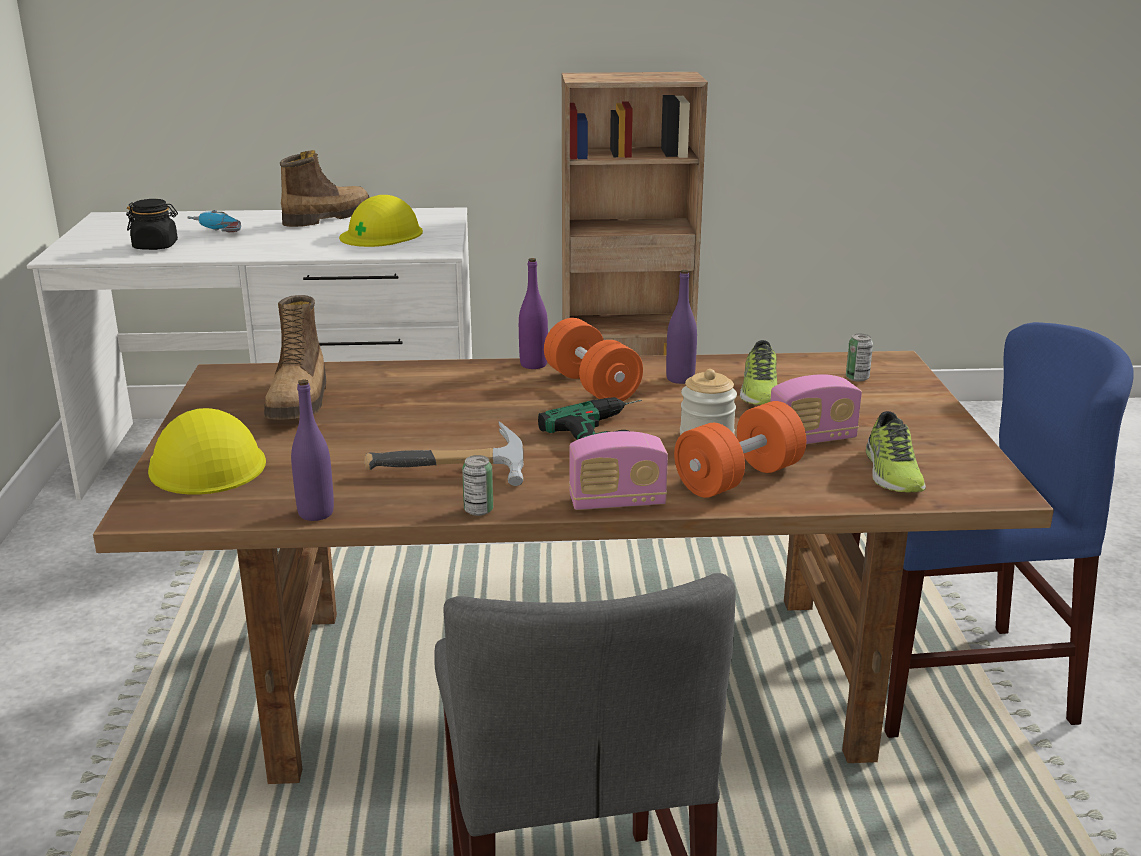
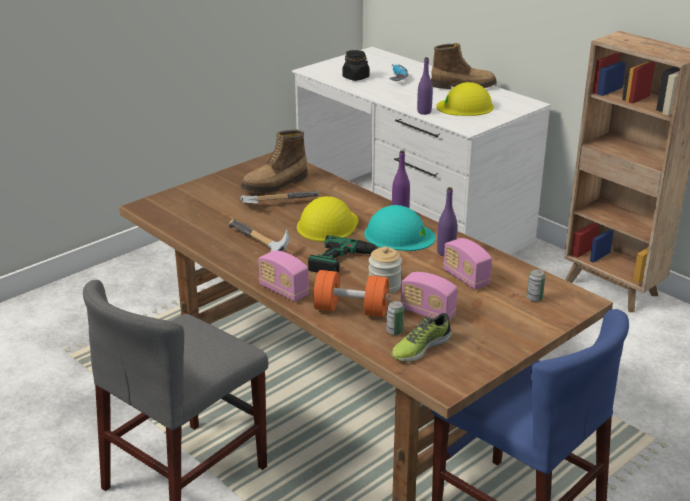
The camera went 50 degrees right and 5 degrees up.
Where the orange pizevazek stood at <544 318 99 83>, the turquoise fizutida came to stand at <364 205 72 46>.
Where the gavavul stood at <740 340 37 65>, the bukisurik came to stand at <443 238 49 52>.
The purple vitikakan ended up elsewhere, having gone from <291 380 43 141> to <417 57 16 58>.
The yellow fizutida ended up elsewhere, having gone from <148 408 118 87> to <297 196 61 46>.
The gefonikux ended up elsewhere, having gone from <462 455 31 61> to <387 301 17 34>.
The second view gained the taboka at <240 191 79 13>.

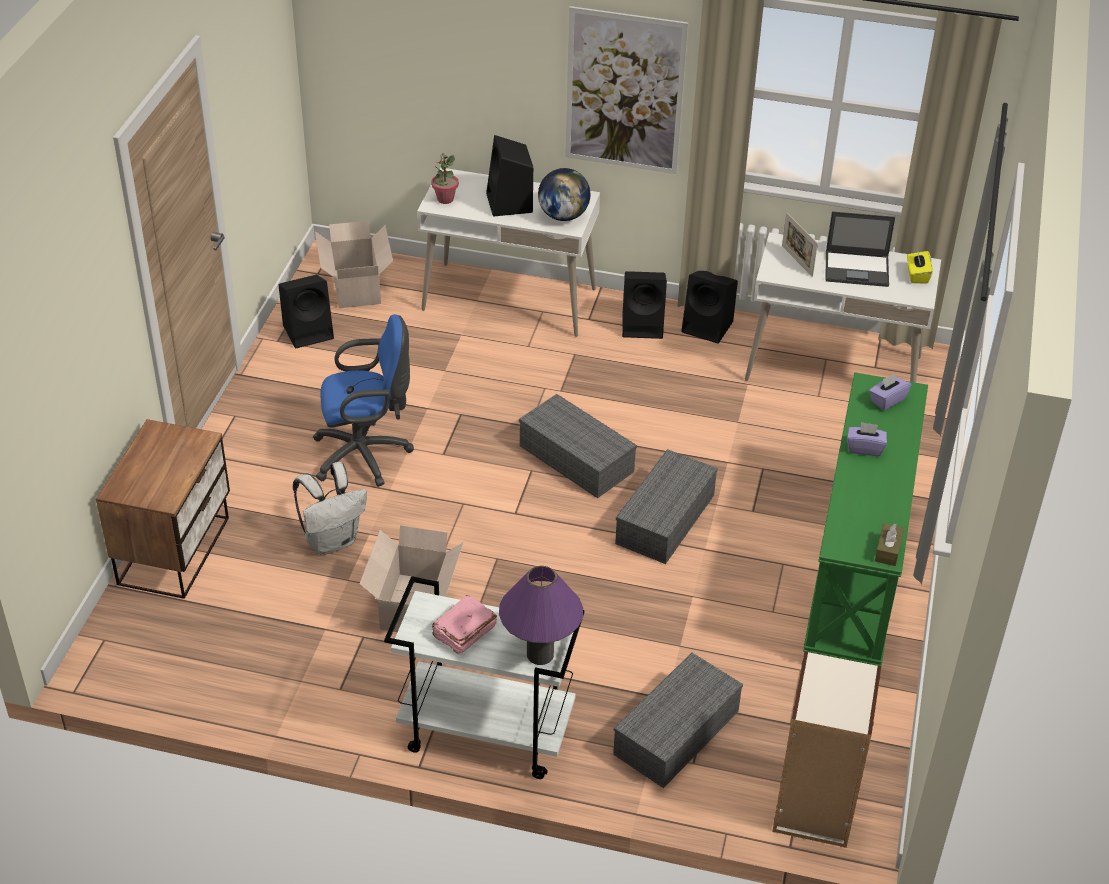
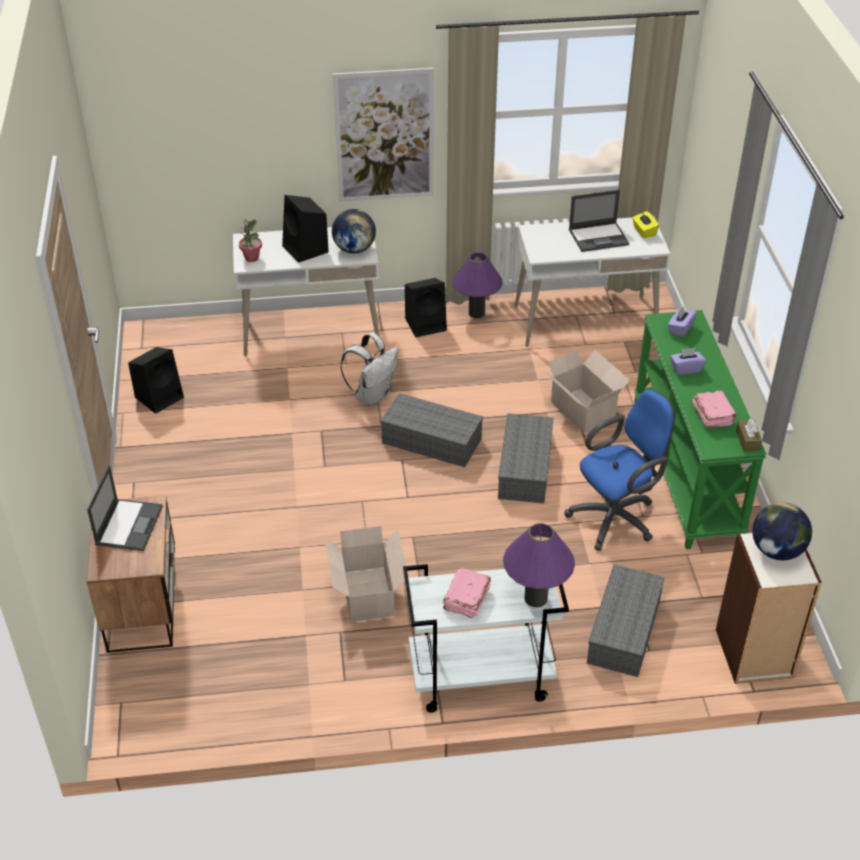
The camera went 20 degrees left and 0 degrees up.
The second view lost the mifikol at <782 213 36 64>.
The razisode ended up elsewhere, having gone from <315 221 78 87> to <544 350 86 84>.
Where the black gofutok stood at <681 271 57 73>, the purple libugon came to stand at <453 253 50 65>.
The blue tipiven ended up elsewhere, having gone from <313 314 101 173> to <565 390 110 161>.
The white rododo ended up elsewhere, having gone from <293 462 74 93> to <340 332 59 74>.
The second view gained the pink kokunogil at <693 390 44 38>.
The second view gained the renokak at <87 465 76 86>.
The second view gained the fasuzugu at <752 502 60 58>.

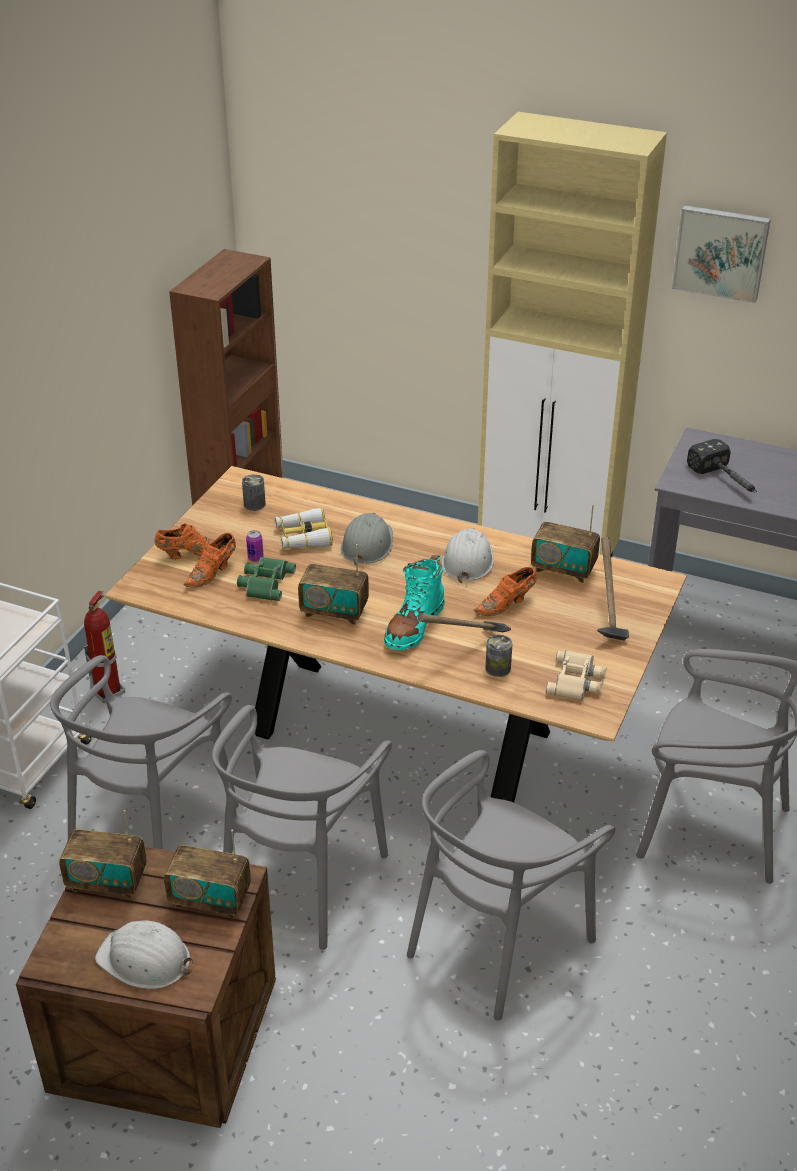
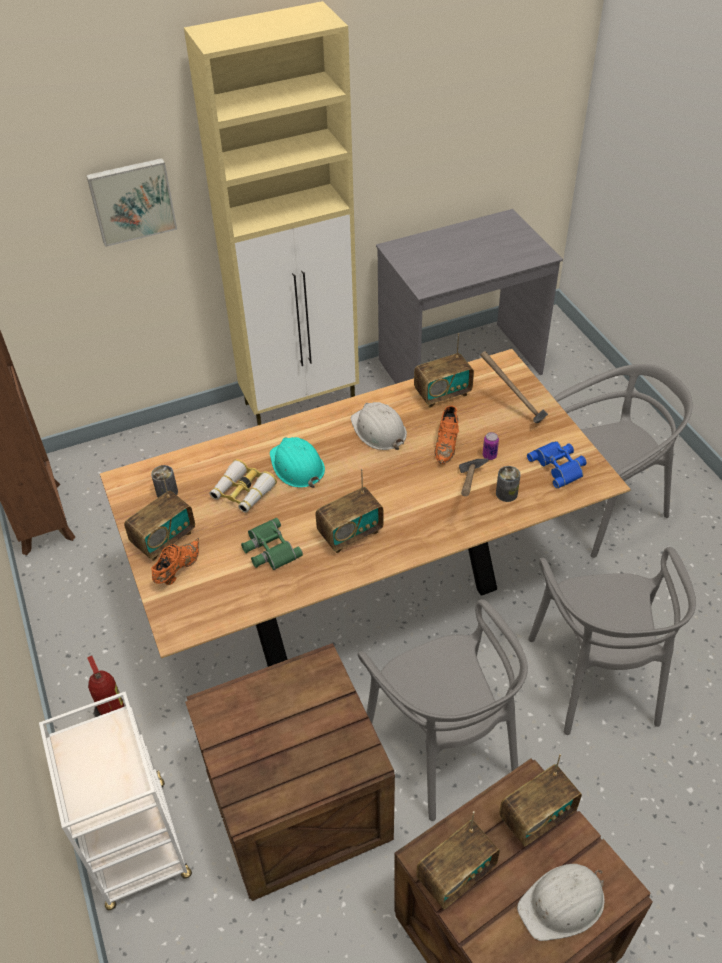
The camera went 45 degrees left and 10 degrees up.
The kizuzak ended up elsewhere, having gone from <672 205 99 98> to <86 158 91 89>.
The second view lost the taboka at <687 439 70 53>.
What was the grey fizutida at <341 513 52 53> turned into the turquoise fizutida at <270 437 55 51>.
The gefonikux ended up elsewhere, having gone from <246 530 18 32> to <483 432 16 28>.
The second view lost the orange gavavul at <184 533 52 55>.
The second view lost the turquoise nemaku at <384 555 61 95>.
What was the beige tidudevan at <546 650 61 51> turned into the blue tidudevan at <527 441 59 47>.
Where the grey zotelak stood at <50 655 189 194>, the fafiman came to stand at <185 643 210 258>.
The second view gained the bukisurik at <124 472 71 89>.

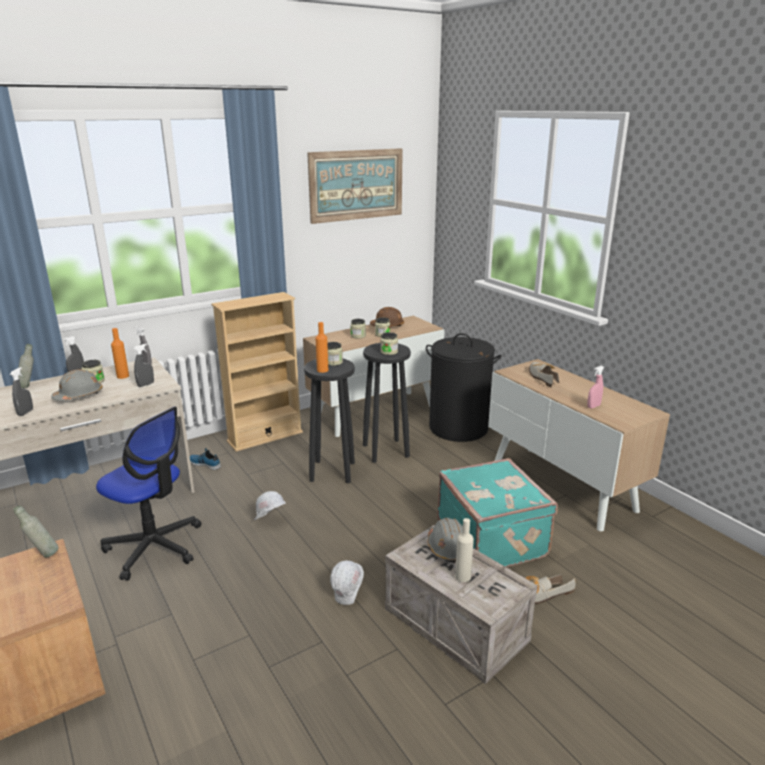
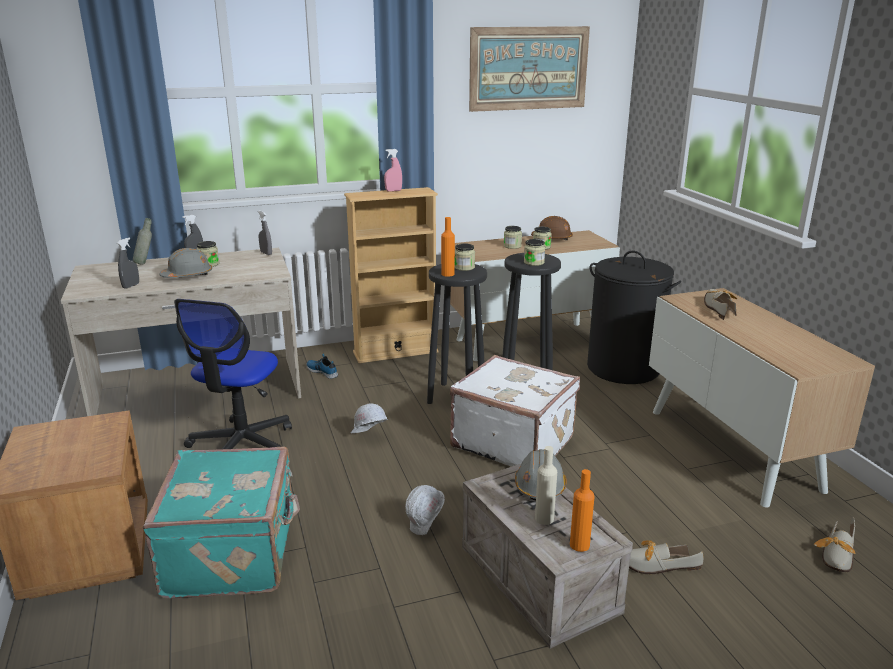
The camera went 15 degrees right and 0 degrees up.
The orange vitikakan ended up elsewhere, having gone from <111 328 18 51> to <570 469 25 83>.
The second view lost the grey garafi at <134 344 20 43>.
The pink garafi ended up elsewhere, having gone from <587 366 17 43> to <384 149 18 43>.
The tipiven at <96 407 106 174> ended up facing another way, 60 degrees clockwise from before.
The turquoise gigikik ended up elsewhere, having gone from <437 458 121 109> to <143 447 157 151>.
The second view lost the grey vitikakan at <14 505 45 52>.
The second view gained the white gigikik at <450 355 130 112>.
The second view gained the gavavul at <814 517 42 55>.

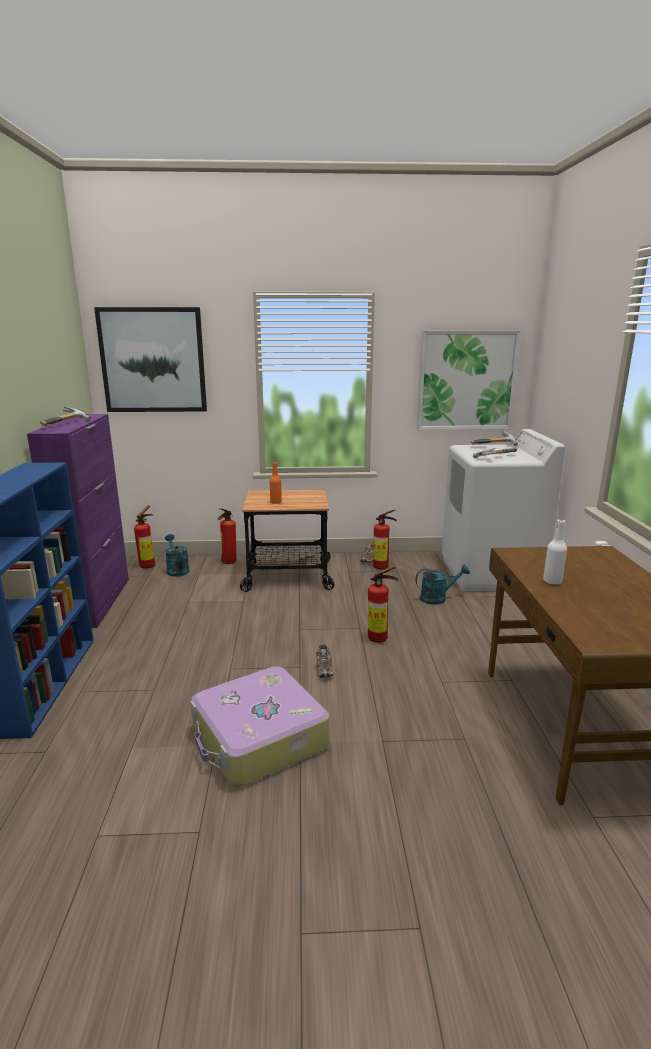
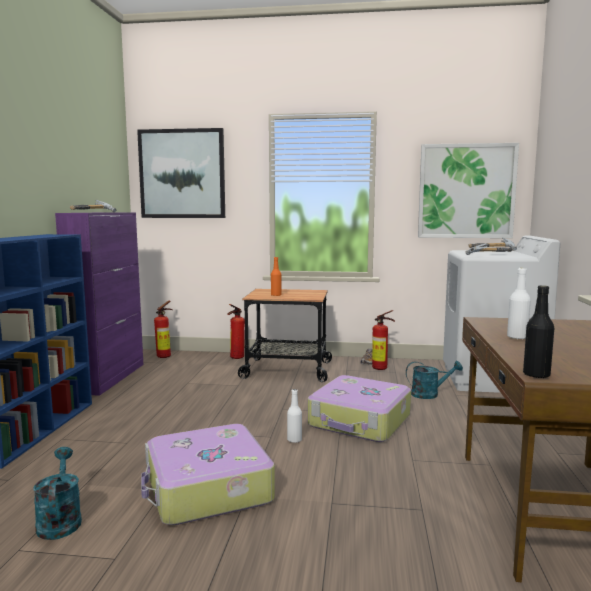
The camera went 10 degrees right and 10 degrees down.
The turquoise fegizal ended up elsewhere, having gone from <165 534 24 43> to <33 447 49 93>.
Where the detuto stood at <368 565 30 78>, the gigikik came to stand at <308 375 103 67>.
Where the gavavul stood at <316 643 18 36>, the white vitikakan came to stand at <287 389 15 54>.
The second view gained the black vitikakan at <523 285 31 93>.

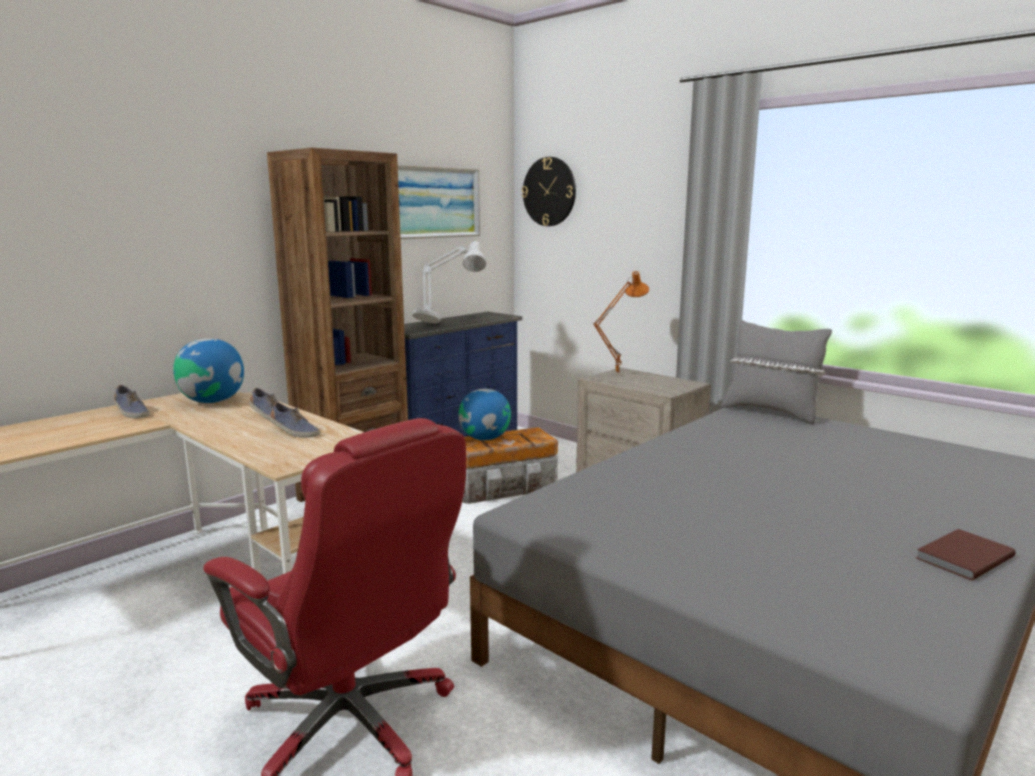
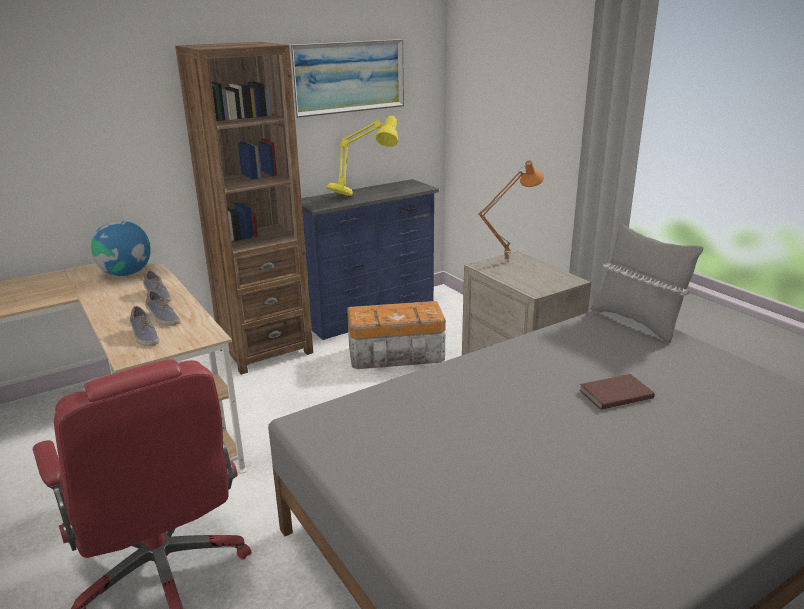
The camera went 15 degrees right and 10 degrees up.
The second view lost the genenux at <522 157 54 69>.
What was the grey libugon at <412 241 74 82> turned into the yellow libugon at <326 116 72 80>.
The gavavul ended up elsewhere, having gone from <113 385 37 33> to <130 306 29 40>.
The second view lost the fasuzugu at <459 389 52 51>.
The brown kokunogil ended up elsewhere, having gone from <916 529 100 52> to <579 374 76 36>.

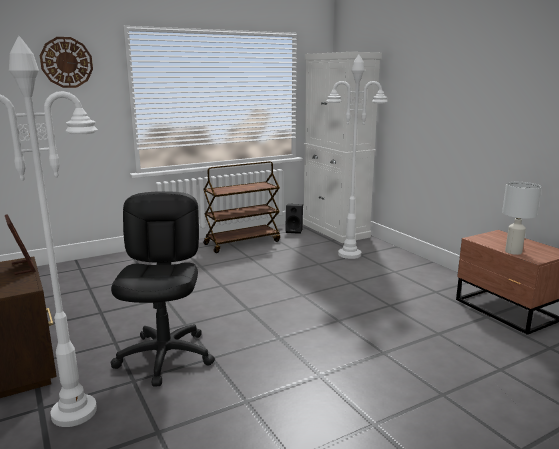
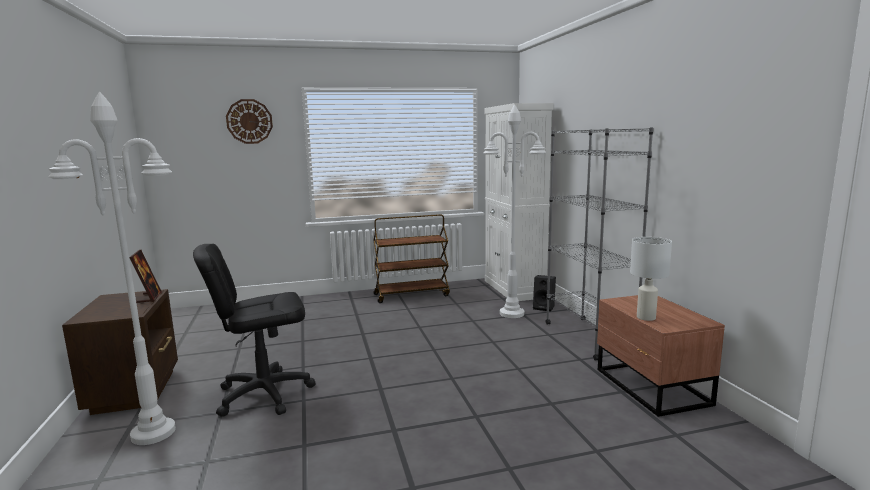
The camera went 15 degrees right and 5 degrees down.
The black tipiven at <111 191 104 196> ended up facing another way, 120 degrees counterclockwise from before.
The black gofutok ended up elsewhere, having gone from <285 204 18 30> to <533 275 23 37>.
The second view gained the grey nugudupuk at <546 127 108 234>.

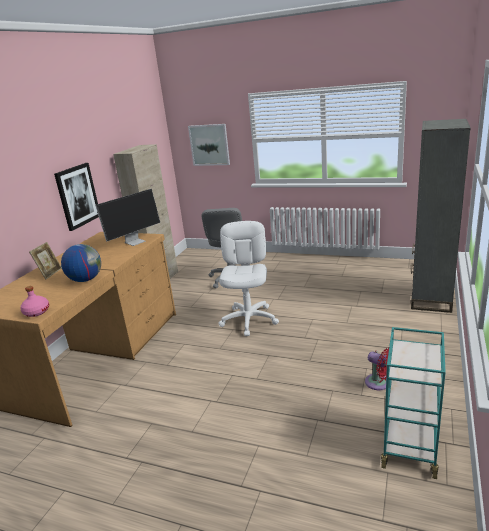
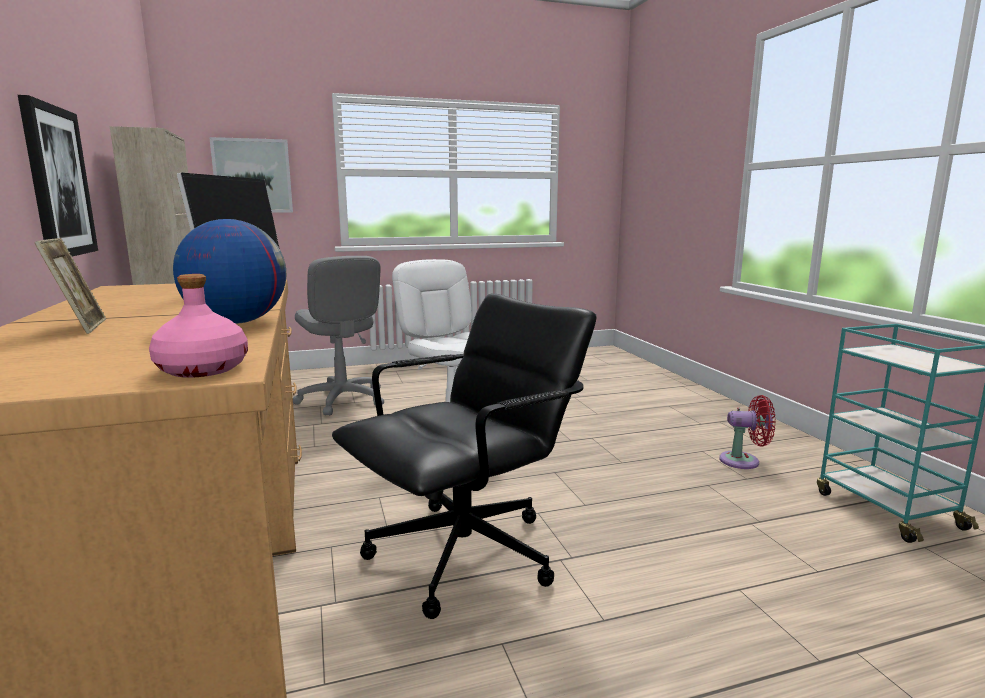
The camera went 40 degrees left and 10 degrees down.
The second view lost the grey nugudupuk at <411 119 60 194>.
The second view gained the black tipiven at <332 294 264 325>.

